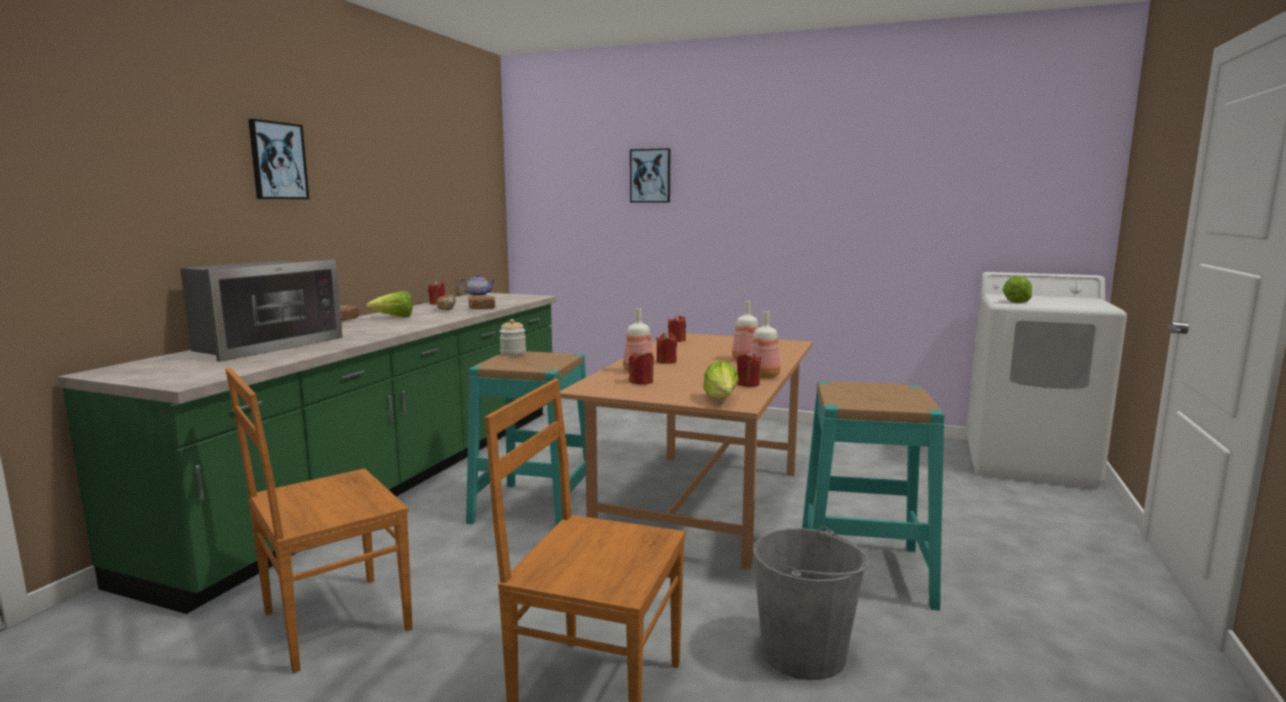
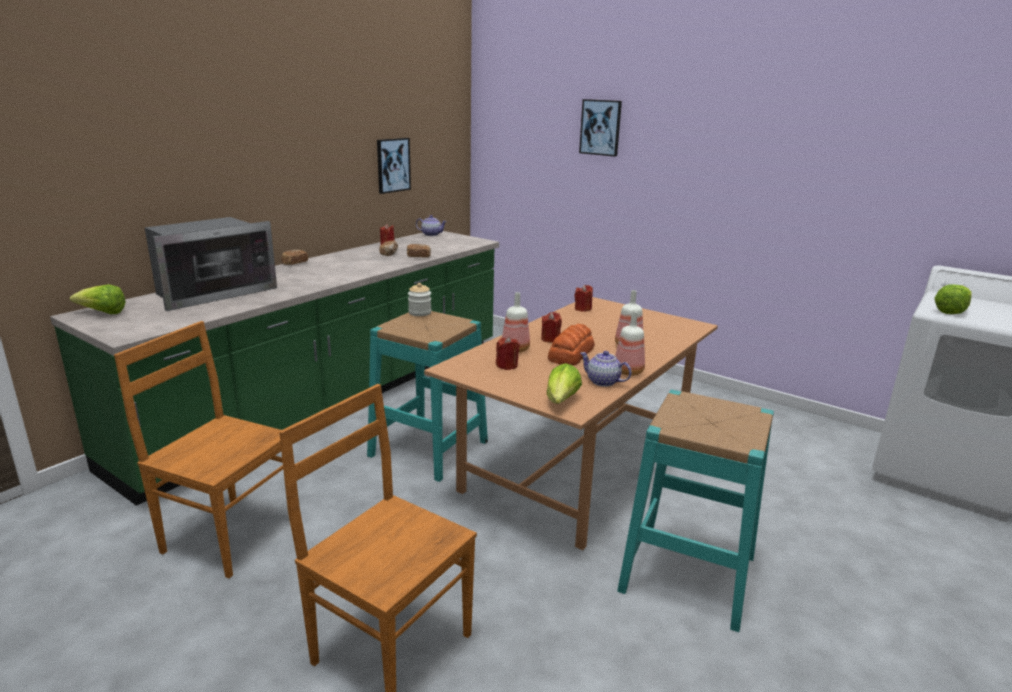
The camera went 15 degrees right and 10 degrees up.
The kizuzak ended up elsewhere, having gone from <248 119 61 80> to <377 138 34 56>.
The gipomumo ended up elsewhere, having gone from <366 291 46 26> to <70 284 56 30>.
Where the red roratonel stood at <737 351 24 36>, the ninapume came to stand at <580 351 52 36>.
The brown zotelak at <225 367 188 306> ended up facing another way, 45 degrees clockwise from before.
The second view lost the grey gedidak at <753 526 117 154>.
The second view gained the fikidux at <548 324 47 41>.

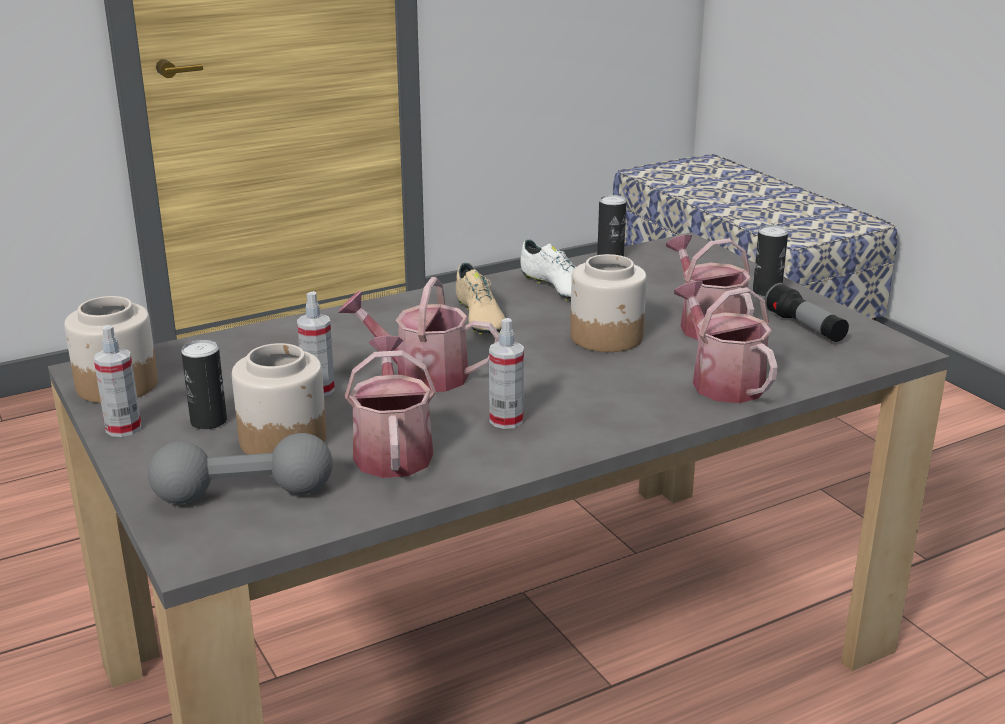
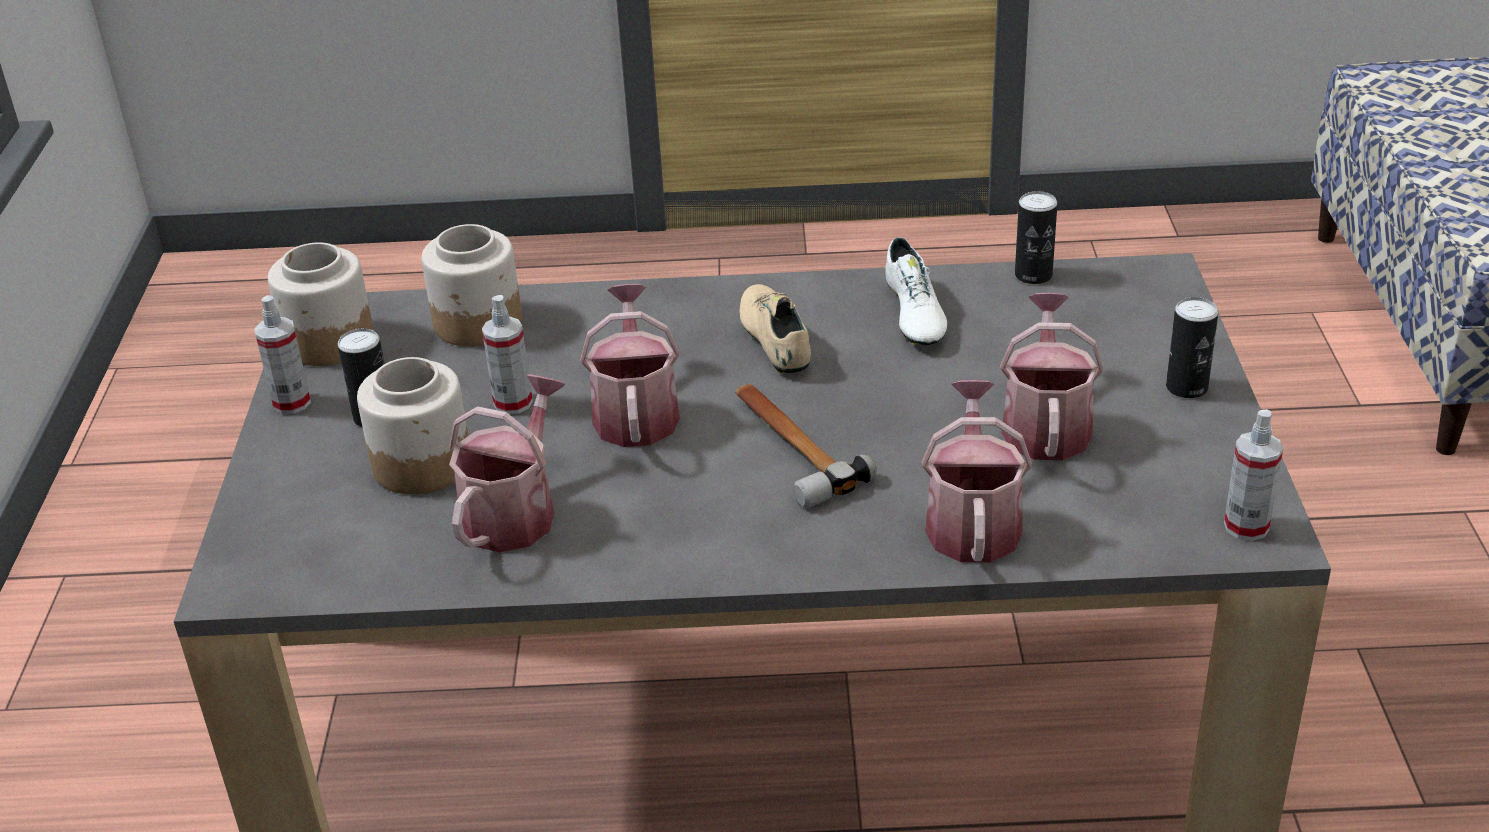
The camera went 30 degrees right and 10 degrees up.
The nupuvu ended up elsewhere, having gone from <570 254 77 98> to <421 224 101 123>.
The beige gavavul at <456 262 49 73> ended up facing another way, 150 degrees clockwise from before.
The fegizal at <338 277 162 115> ended up facing another way, 45 degrees clockwise from before.
The second view lost the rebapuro at <764 283 85 59>.
The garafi ended up elsewhere, having gone from <489 318 35 111> to <1224 409 59 132>.
The second view lost the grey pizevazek at <148 433 185 71>.
The second view gained the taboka at <735 384 142 124>.

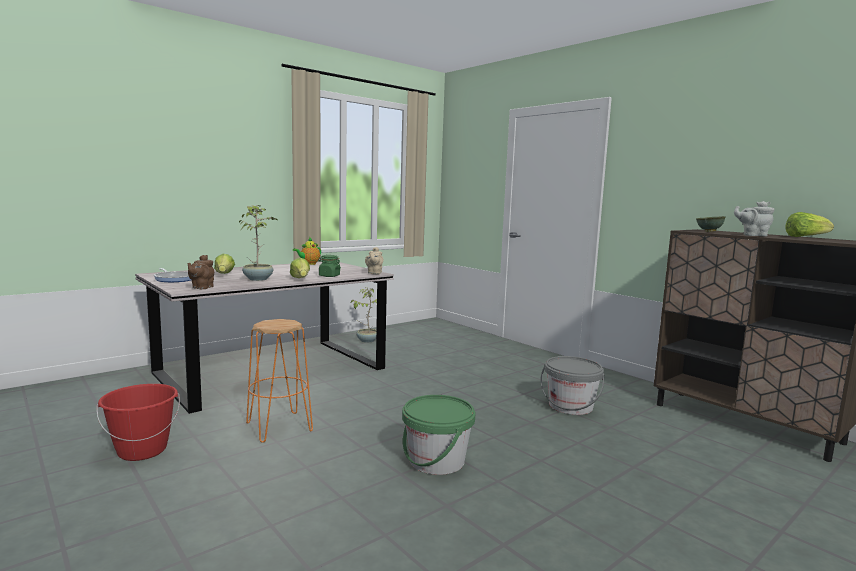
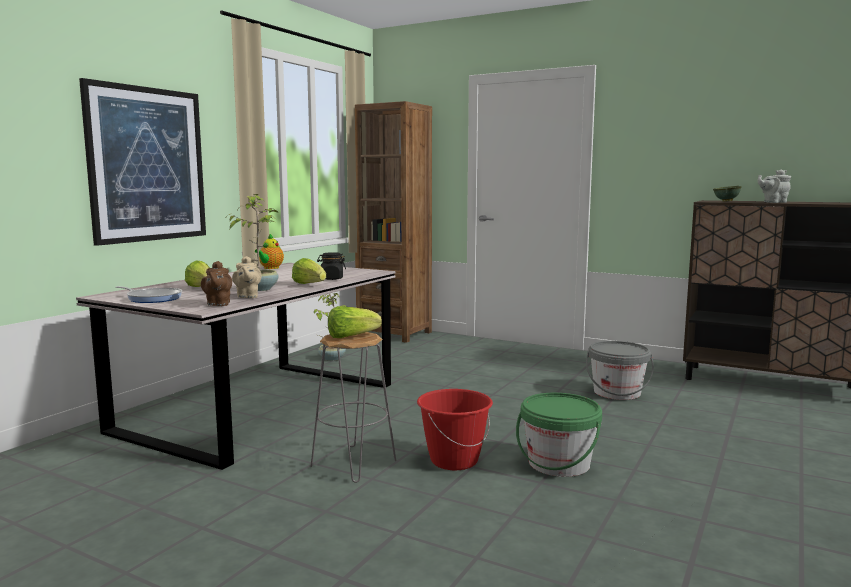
The camera went 20 degrees left and 0 degrees up.
The gipomumo ended up elsewhere, having gone from <786 212 48 25> to <328 306 54 32>.
The beige ninapume ended up elsewhere, having gone from <365 247 18 28> to <232 256 30 42>.
What was the green nupuvu at <318 255 23 22> turned into the black nupuvu at <317 253 29 27>.
What was the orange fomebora at <246 319 67 124> turned into the grey fomebora at <310 332 87 151>.
The red gedidak ended up elsewhere, having gone from <96 384 84 77> to <417 389 76 81>.
The second view gained the kizuzak at <79 78 127 168>.
The second view gained the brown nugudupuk at <355 101 77 242>.

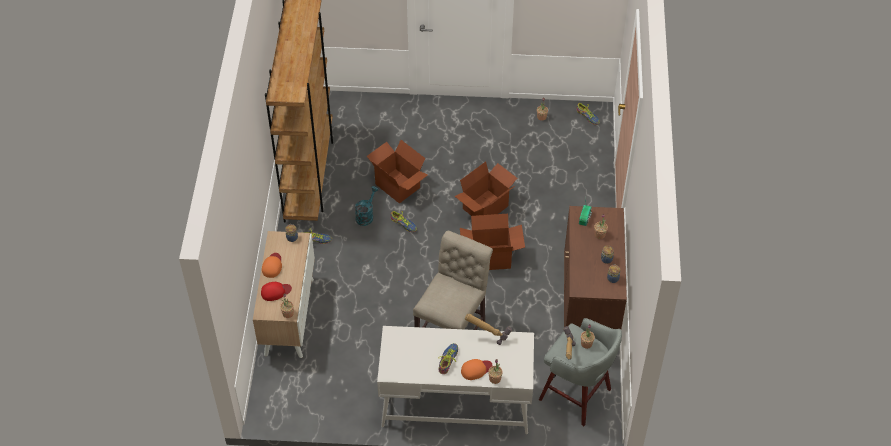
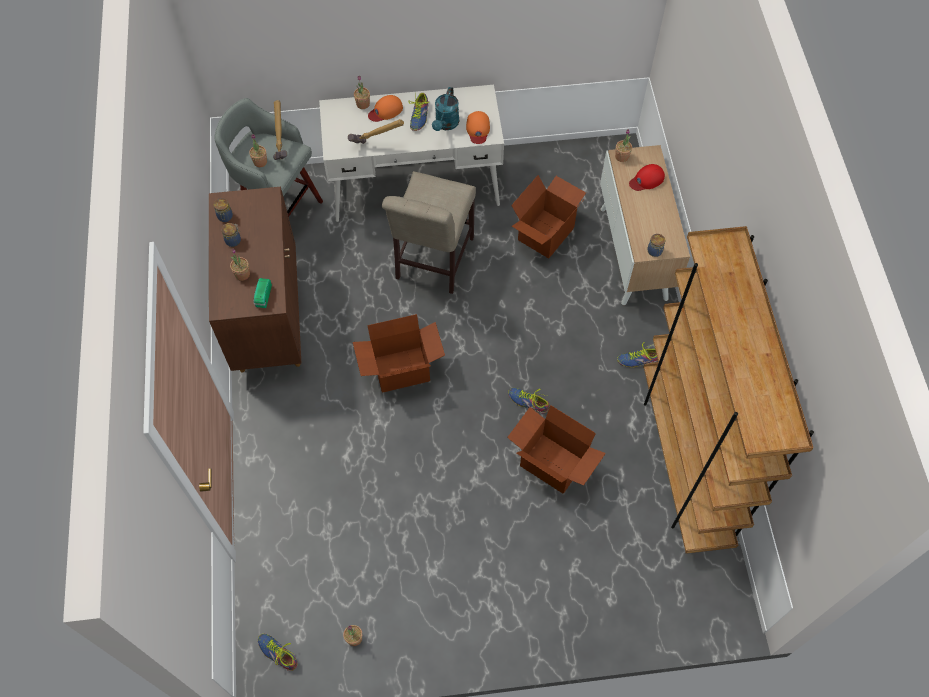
The camera went 170 degrees right and 10 degrees up.
The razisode ended up elsewhere, having gone from <455 161 62 55> to <511 175 75 83>.
The turquoise fegizal ended up elsewhere, having gone from <355 186 23 40> to <432 87 27 44>.
The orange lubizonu ended up elsewhere, having gone from <262 253 20 25> to <466 111 24 33>.

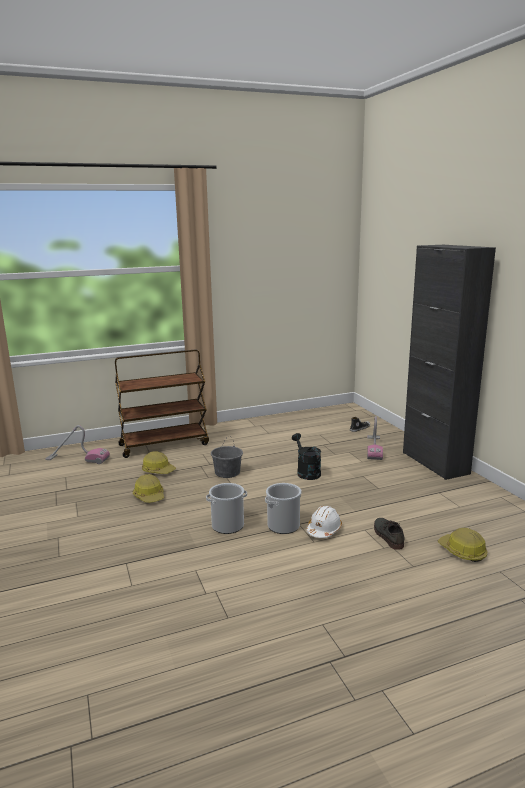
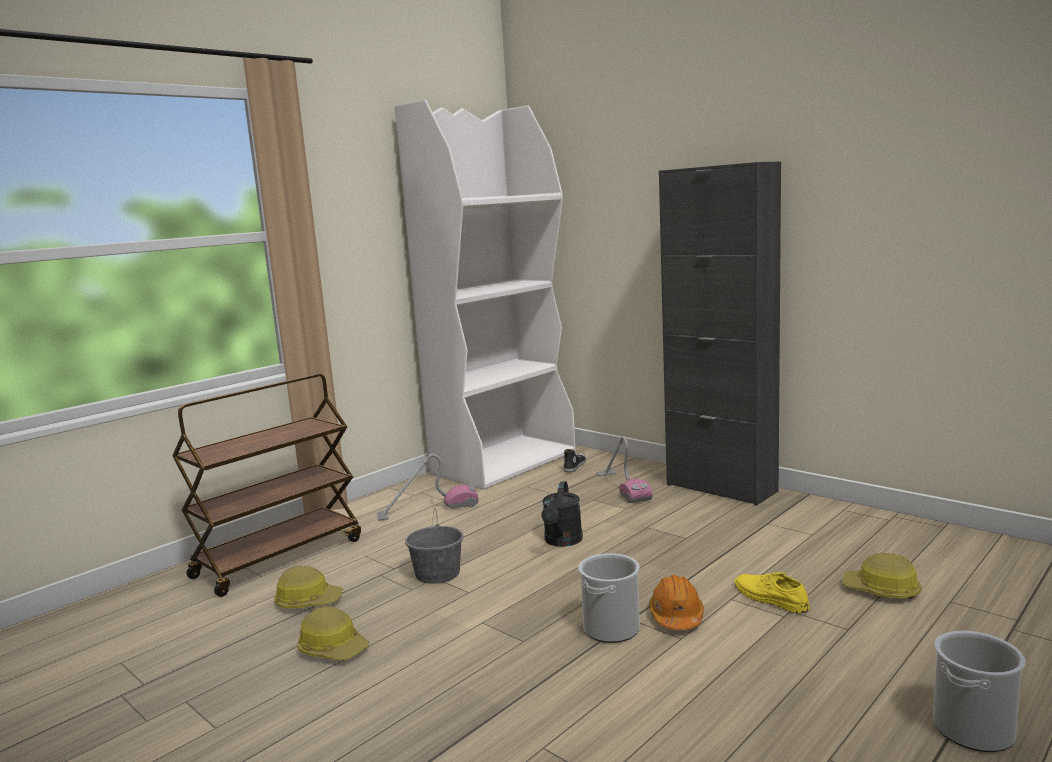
The camera went 25 degrees left and 5 degrees down.
The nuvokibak ended up elsewhere, having gone from <45 425 65 39> to <377 454 102 67>.
The black fegizal at <292 433 29 47> ended up facing another way, 120 degrees counterclockwise from before.
The gedidak ended up elsewhere, having gone from <206 483 41 51> to <933 631 92 121>.
What was the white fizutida at <307 506 35 32> turned into the orange fizutida at <649 575 55 55>.
What was the grey gavavul at <374 518 30 32> turned into the yellow gavavul at <735 572 75 42>.
The second view gained the white nugudupuk at <395 99 181 391>.

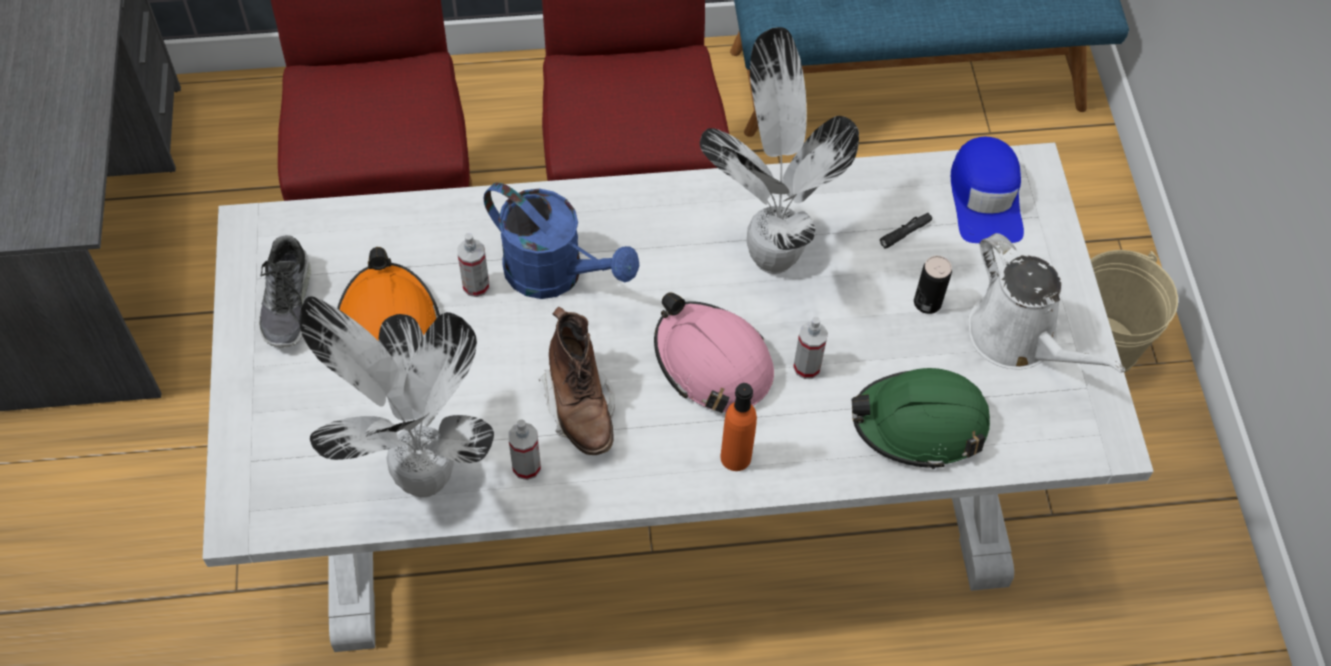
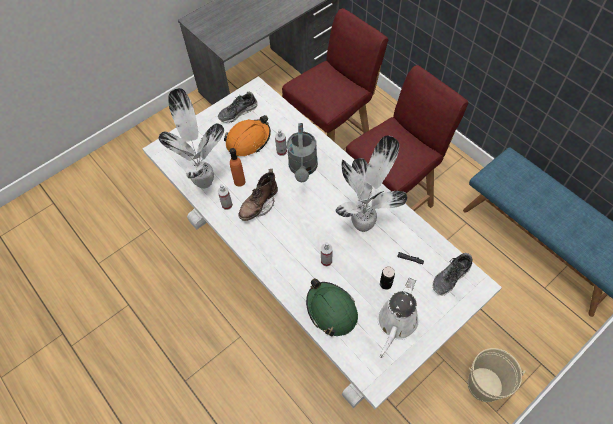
The camera went 60 degrees right and 0 degrees up.
Where the blue lubizonu stood at <951 137 73 106>, the gavavul came to stand at <432 253 41 42>.
What was the blue fegizal at <484 183 156 116> turned into the grey fegizal at <287 123 31 59>.
The second view lost the pink fizutida at <654 293 120 120>.
The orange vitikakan ended up elsewhere, having gone from <720 383 37 88> to <229 148 17 39>.

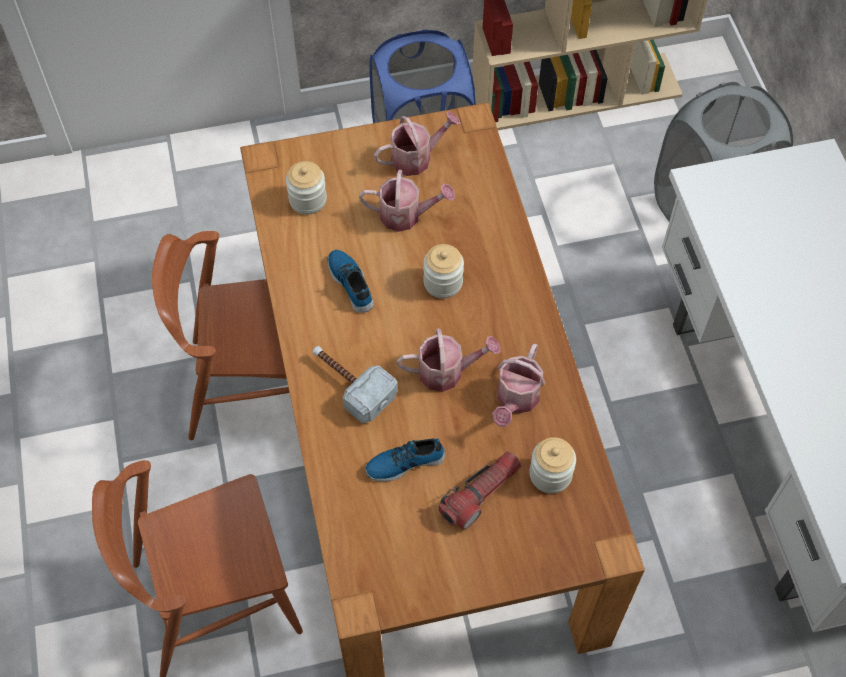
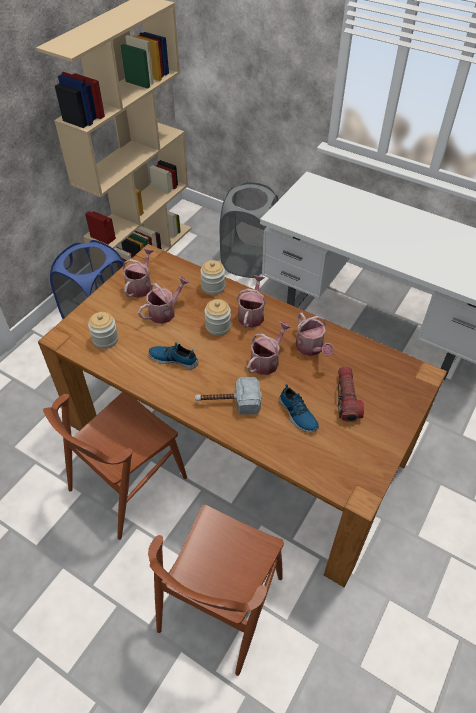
The camera went 45 degrees left and 10 degrees down.
The nupuvu ended up elsewhere, having gone from <529 437 47 57> to <200 260 25 35>.
The gavavul at <365 438 80 44> ended up facing another way, 60 degrees counterclockwise from before.
The second view gained the fegizal at <237 275 29 53>.

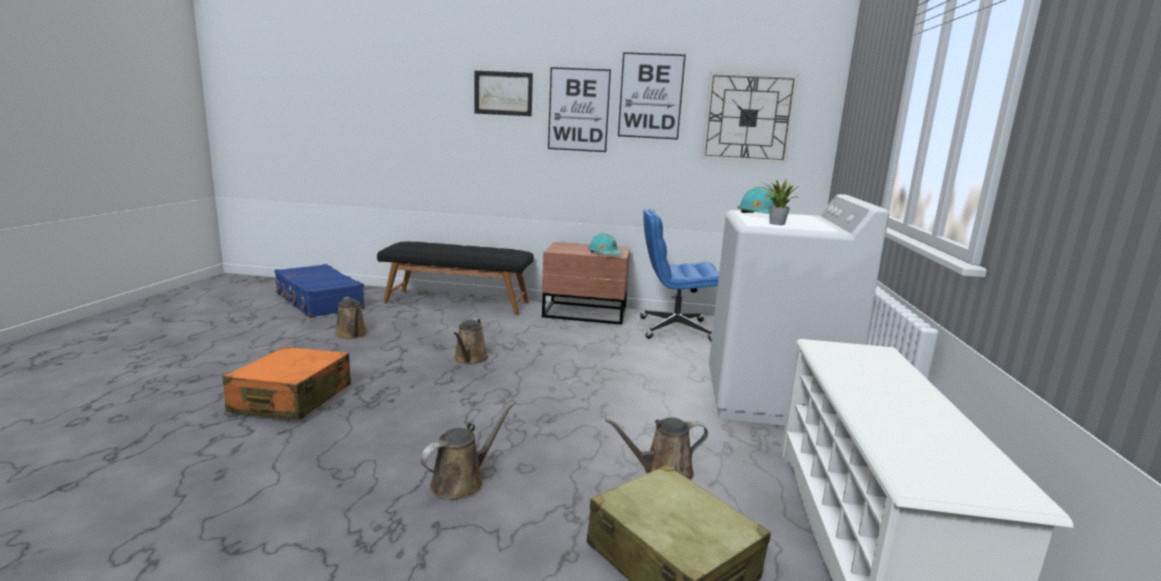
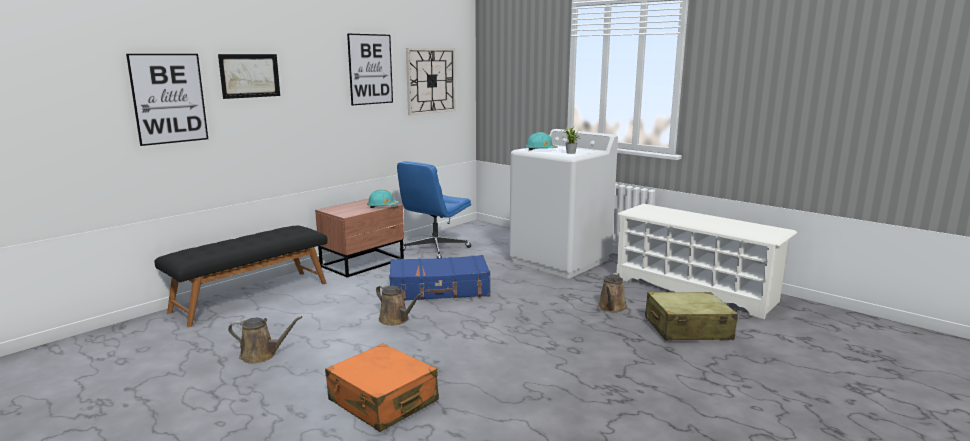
The camera went 55 degrees left and 0 degrees up.
The kizuzak ended up elsewhere, having gone from <548 67 63 85> to <126 54 82 92>.
The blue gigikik ended up elsewhere, having gone from <275 264 90 54> to <390 255 100 46>.
The second view lost the brown fegizal at <420 402 95 98>.

